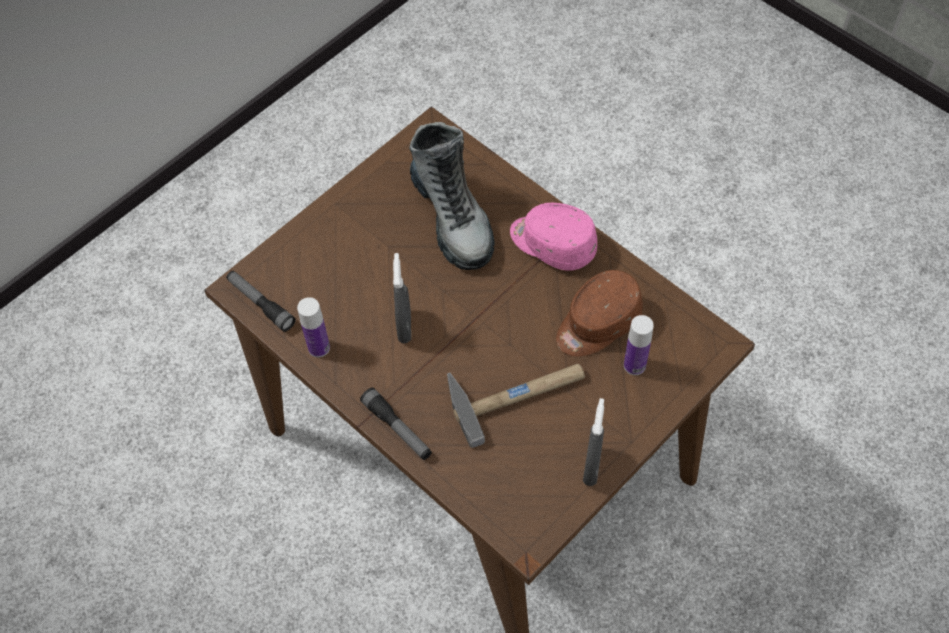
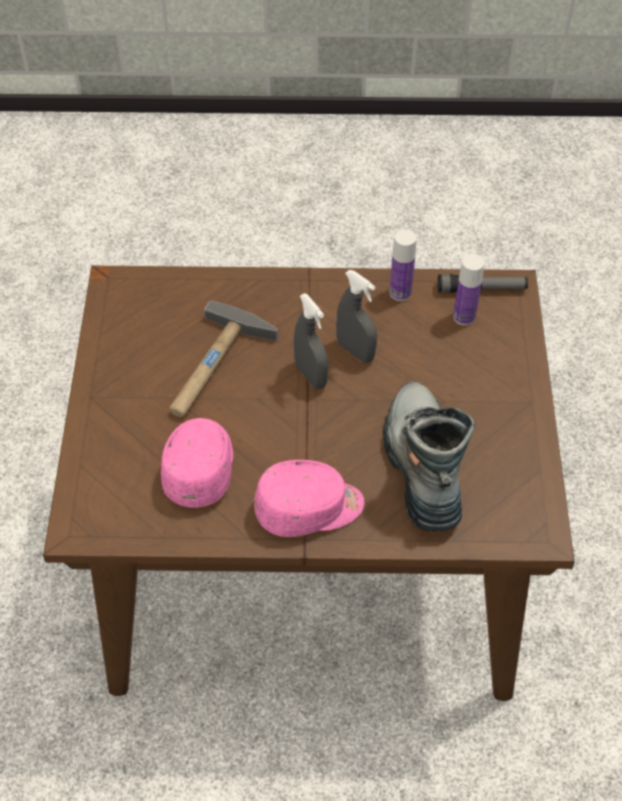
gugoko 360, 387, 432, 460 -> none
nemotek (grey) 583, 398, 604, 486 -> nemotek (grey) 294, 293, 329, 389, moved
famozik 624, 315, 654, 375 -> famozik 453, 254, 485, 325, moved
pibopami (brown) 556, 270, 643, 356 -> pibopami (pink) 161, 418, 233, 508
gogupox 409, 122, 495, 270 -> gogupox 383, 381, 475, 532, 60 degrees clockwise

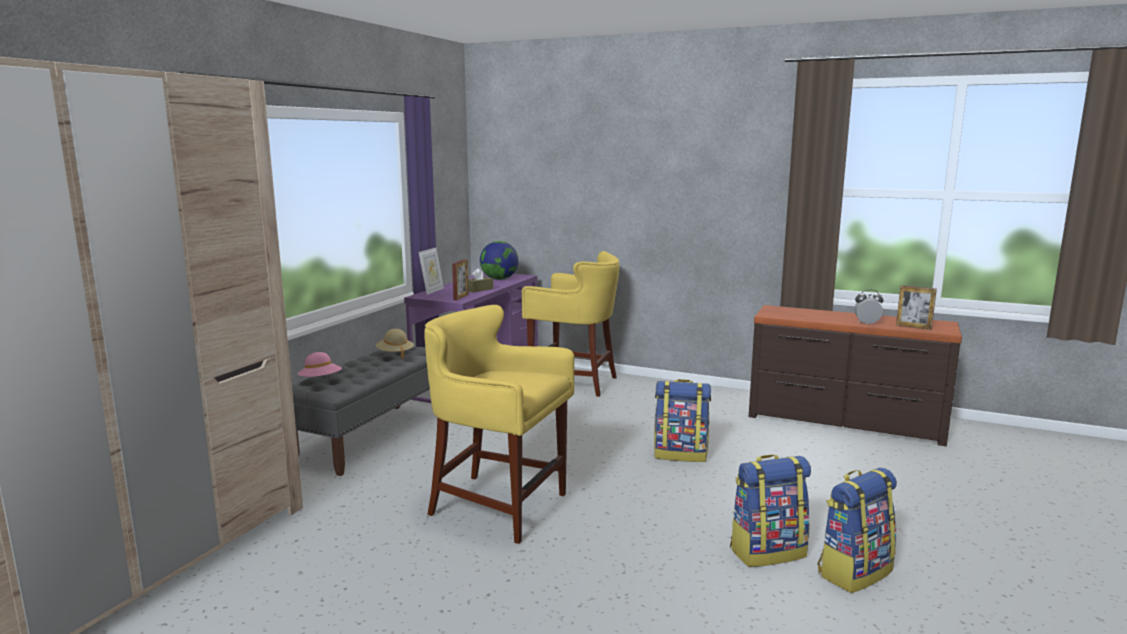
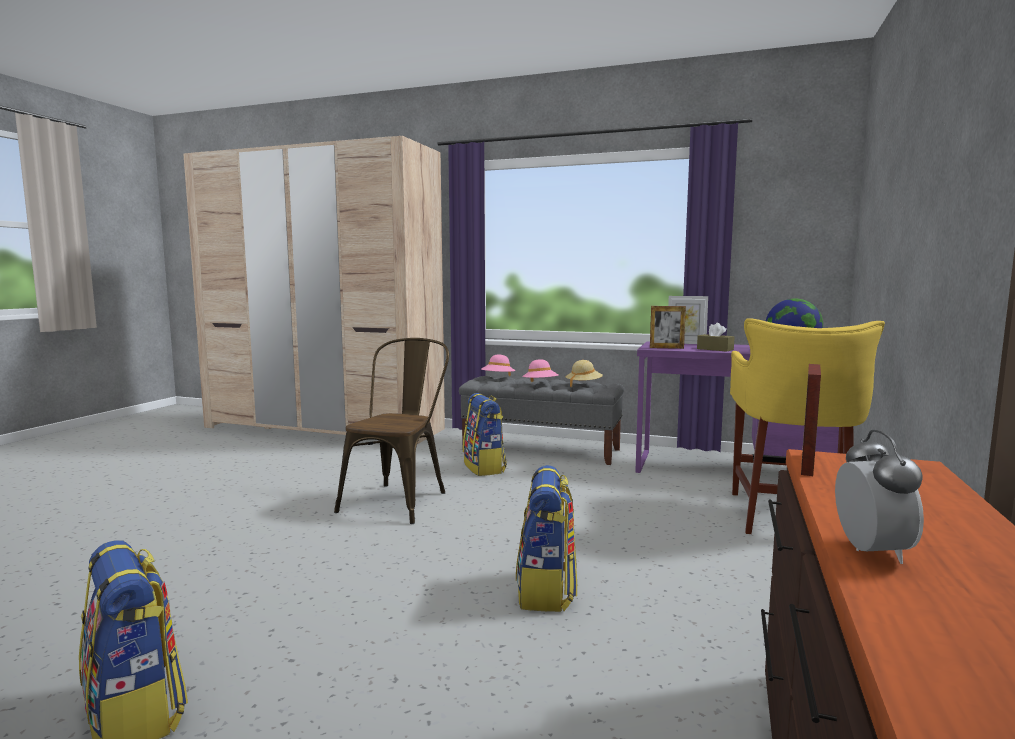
none -> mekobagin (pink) 522, 359, 559, 382
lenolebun 730, 455, 811, 567 -> lenolebun 463, 393, 507, 476, moved
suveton 896, 285, 937, 330 -> suveton 801, 364, 821, 476, moved
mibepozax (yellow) 424, 305, 574, 544 -> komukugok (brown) 334, 338, 449, 524

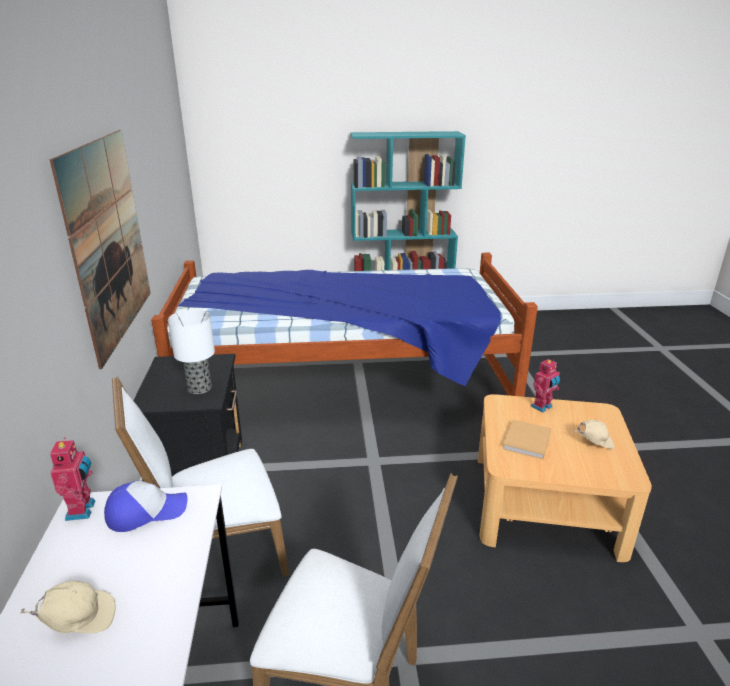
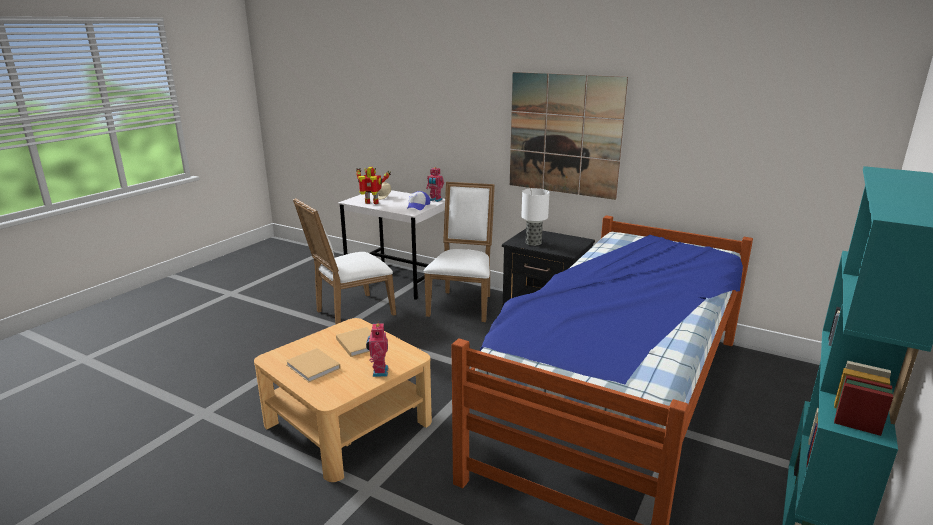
none -> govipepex 356, 167, 391, 204
pibopami (beige) 574, 420, 614, 449 -> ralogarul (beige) 286, 348, 341, 382

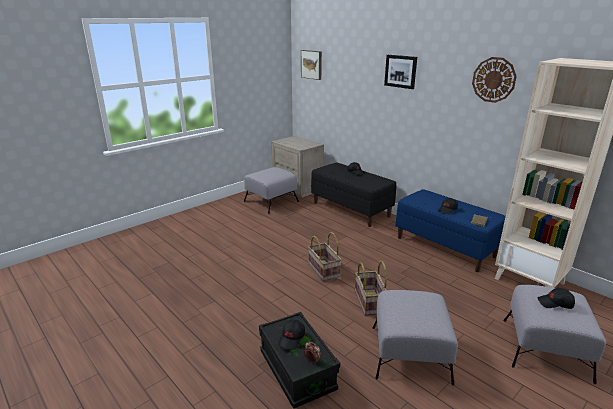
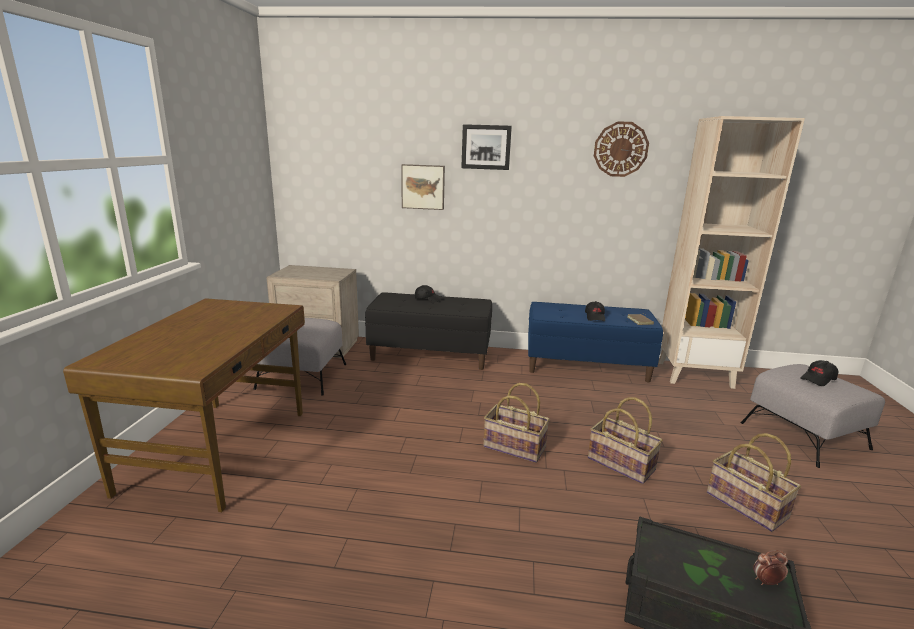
pibopami (black) 278, 320, 305, 350 -> none
none -> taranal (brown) 63, 298, 305, 512
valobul 301, 50, 322, 80 -> valobul 401, 164, 445, 210, moved
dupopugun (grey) 373, 290, 458, 386 -> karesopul 707, 433, 801, 532

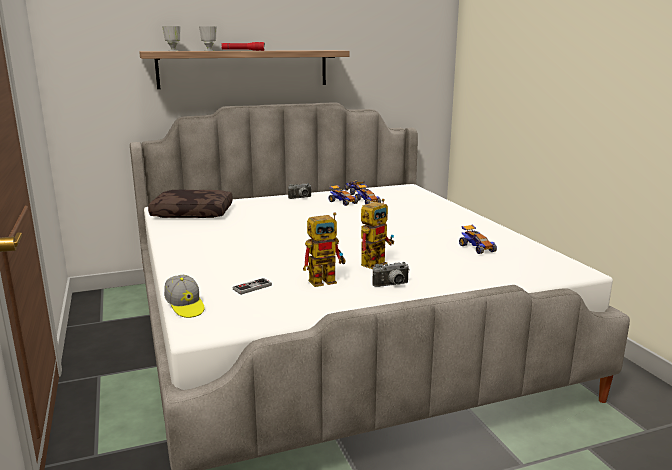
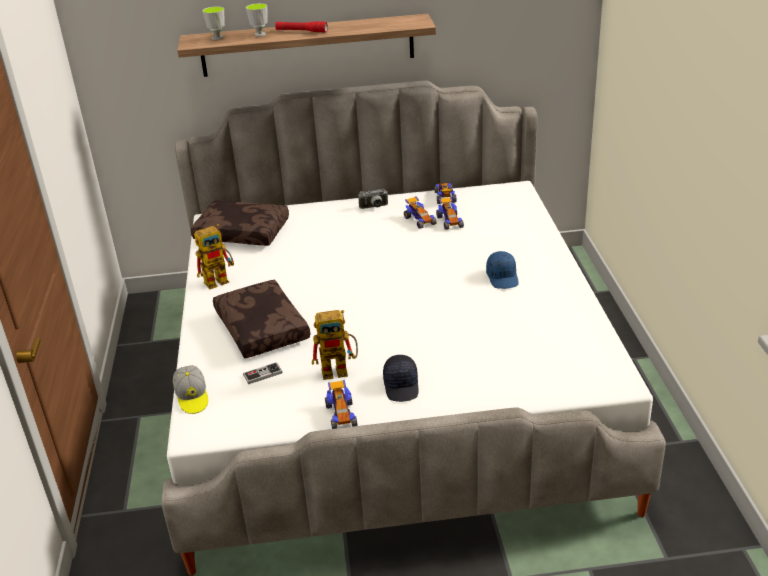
none -> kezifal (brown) 213, 280, 310, 358
none -> pibopami (blue) 486, 251, 519, 289
govipepex 361, 199, 395, 269 -> govipepex 194, 224, 234, 289, moved
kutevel 459, 225, 497, 254 -> kutevel 325, 380, 357, 429, moved
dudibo 373, 262, 410, 287 -> pibopami (black) 383, 355, 419, 402

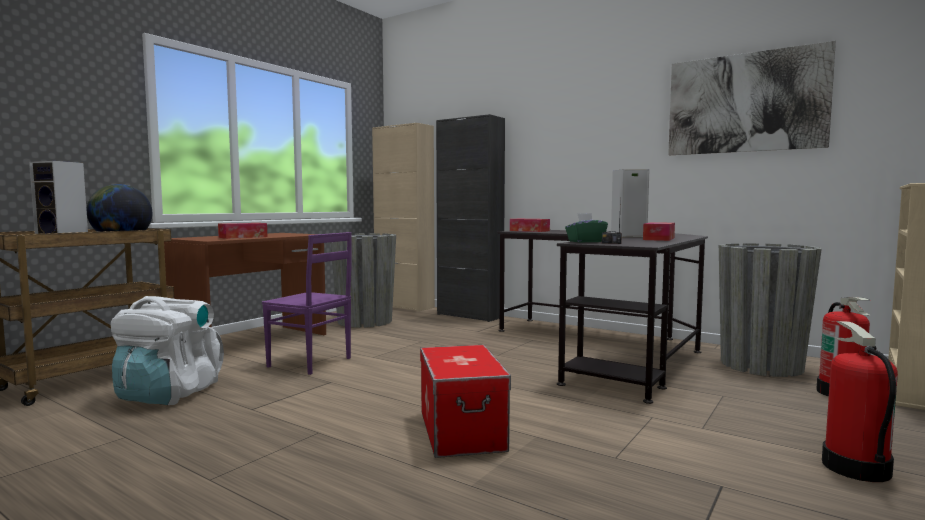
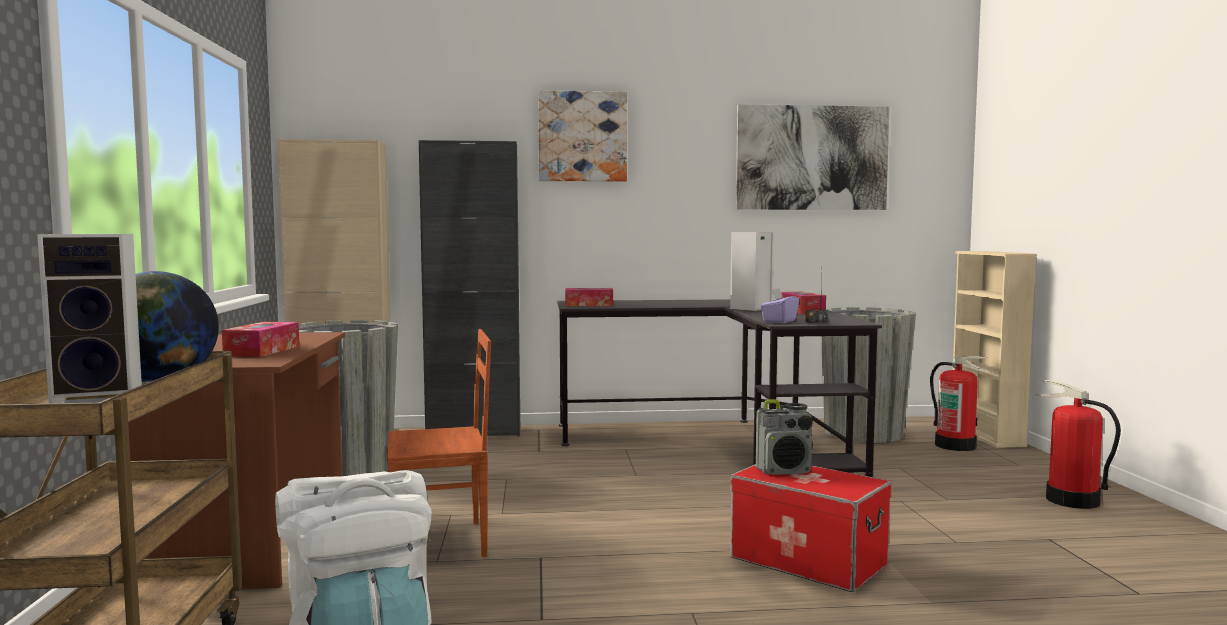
none -> valobul 538, 90, 627, 182
none -> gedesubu 756, 399, 813, 475
komukugok (purple) 262, 232, 351, 375 -> komukugok (brown) 387, 329, 491, 557
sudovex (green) 565, 213, 608, 243 -> sudovex (purple) 760, 288, 799, 323

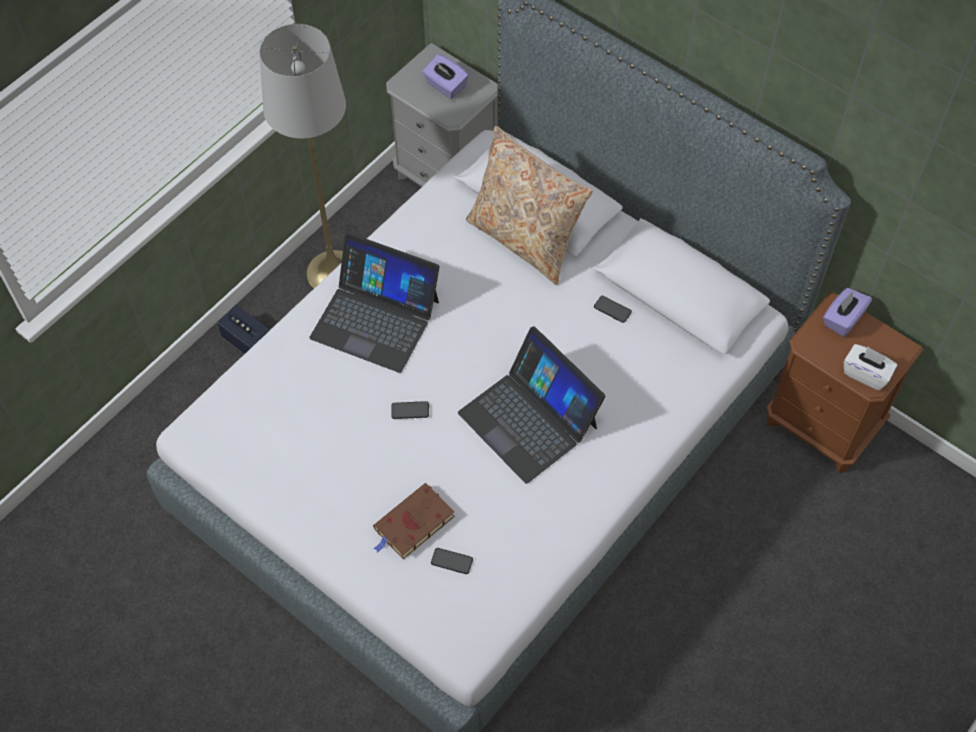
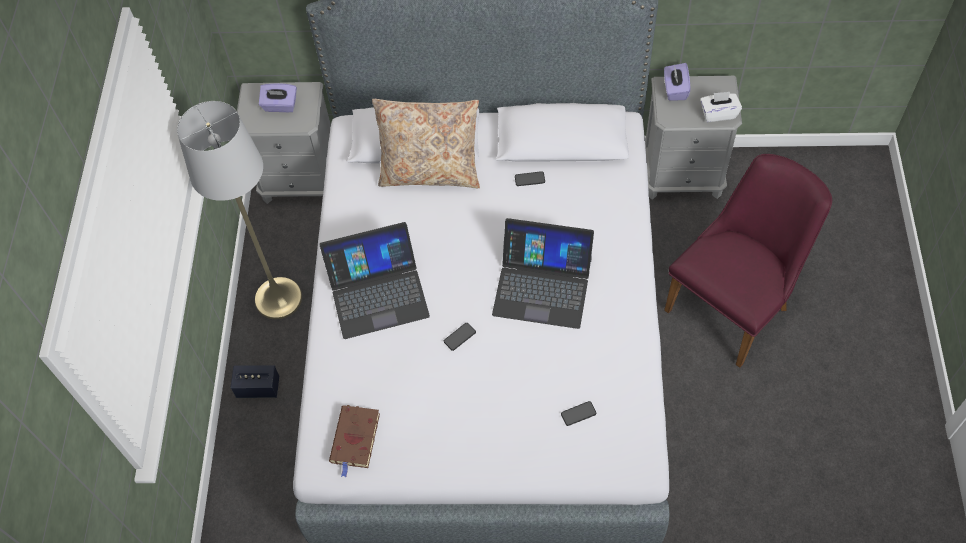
none -> komukugok (purple) 664, 154, 832, 368
ralogarul (brown) 373, 483, 455, 559 -> ralogarul (brown) 329, 405, 380, 477, moved
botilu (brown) 766, 292, 923, 473 -> botilu (grey) 645, 76, 742, 200

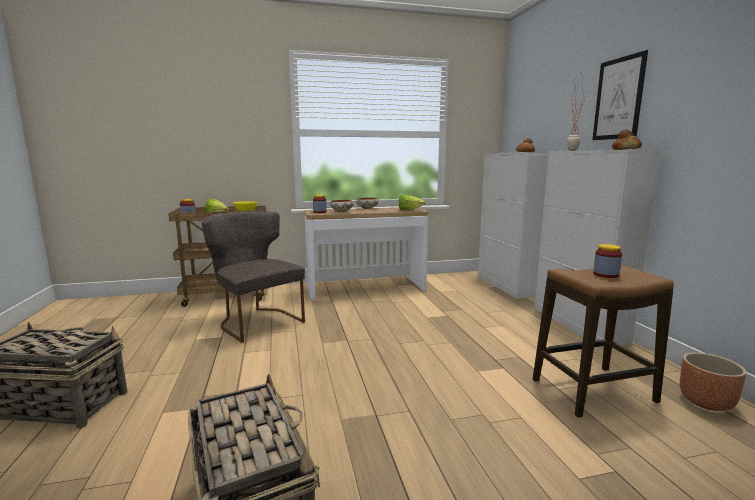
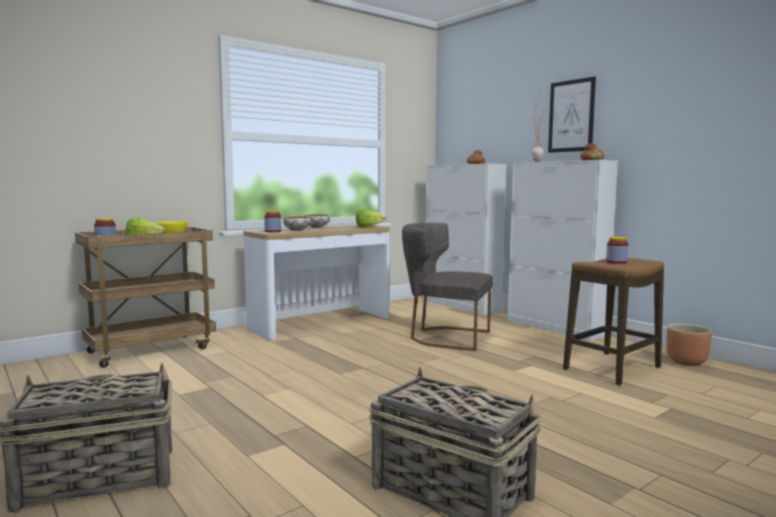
komukugok (grey) 202, 211, 305, 343 -> komukugok (grey) 402, 223, 493, 351, moved

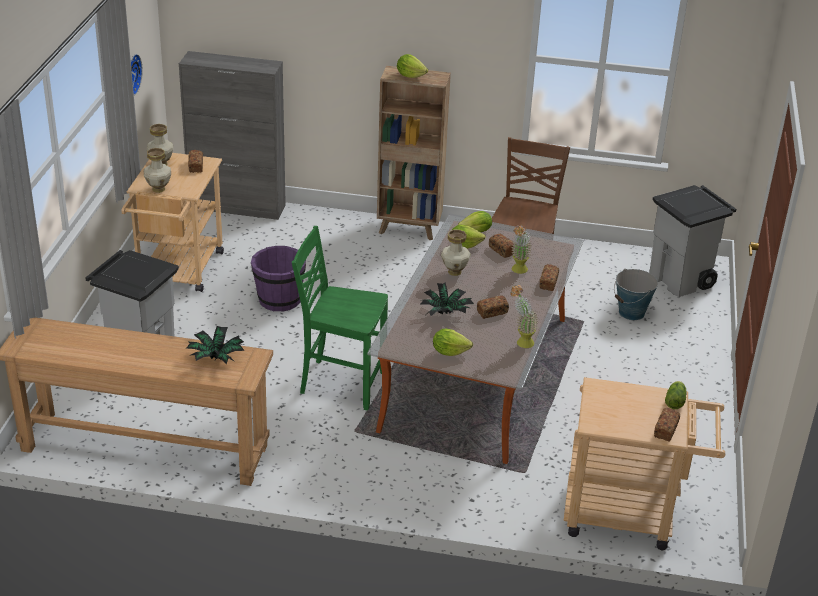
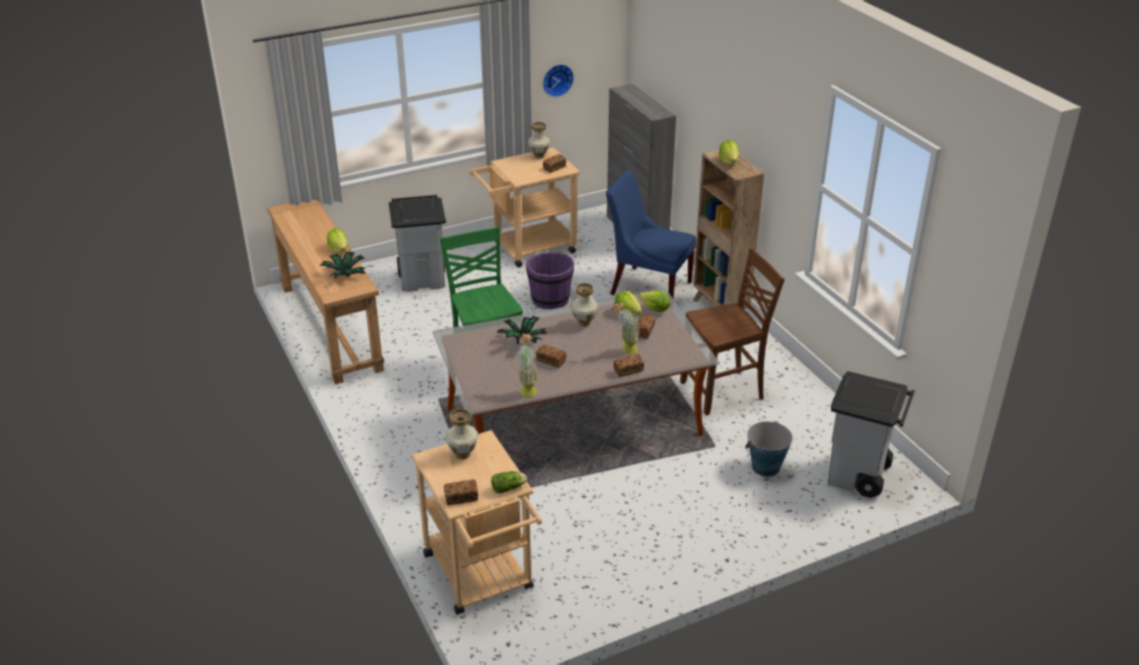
none -> komukugok (blue) 606, 170, 696, 298
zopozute 144, 148, 171, 193 -> zopozute 445, 409, 479, 460, moved
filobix 433, 329, 473, 356 -> filobix 327, 228, 347, 252, moved

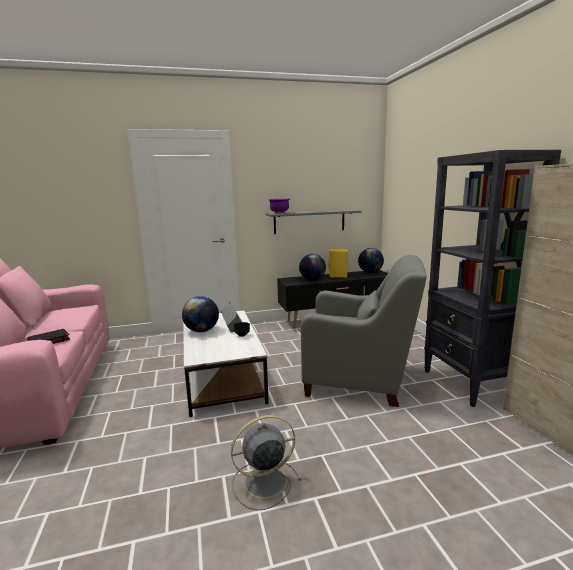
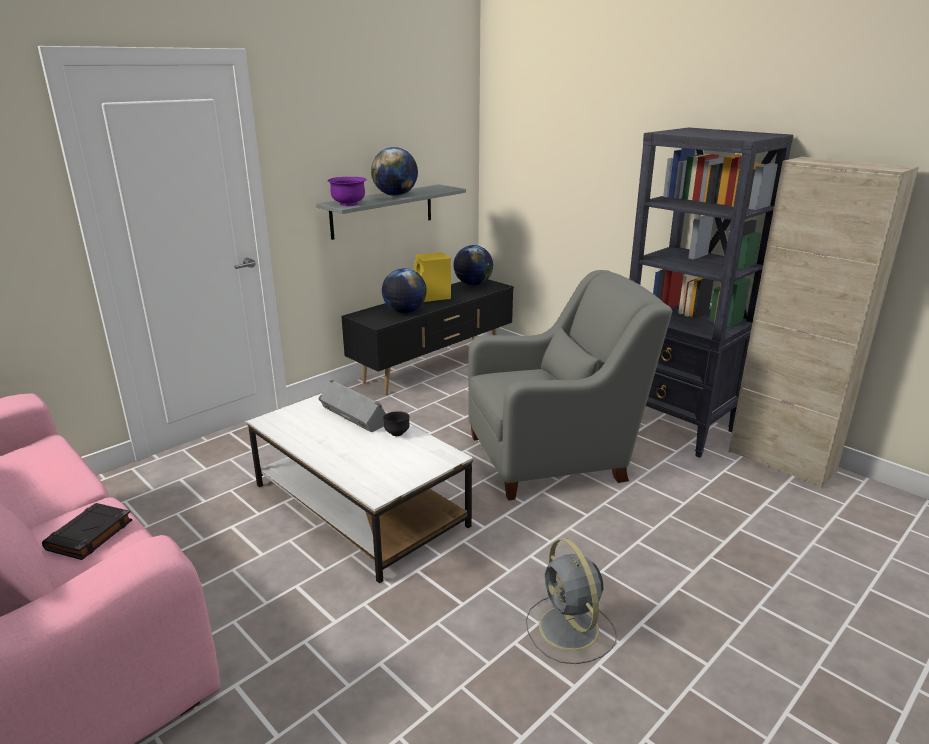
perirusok 182, 296, 219, 332 -> perirusok 371, 147, 418, 196, moved
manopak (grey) 231, 415, 301, 510 -> manopak (grey) 526, 538, 617, 664, 60 degrees counterclockwise

